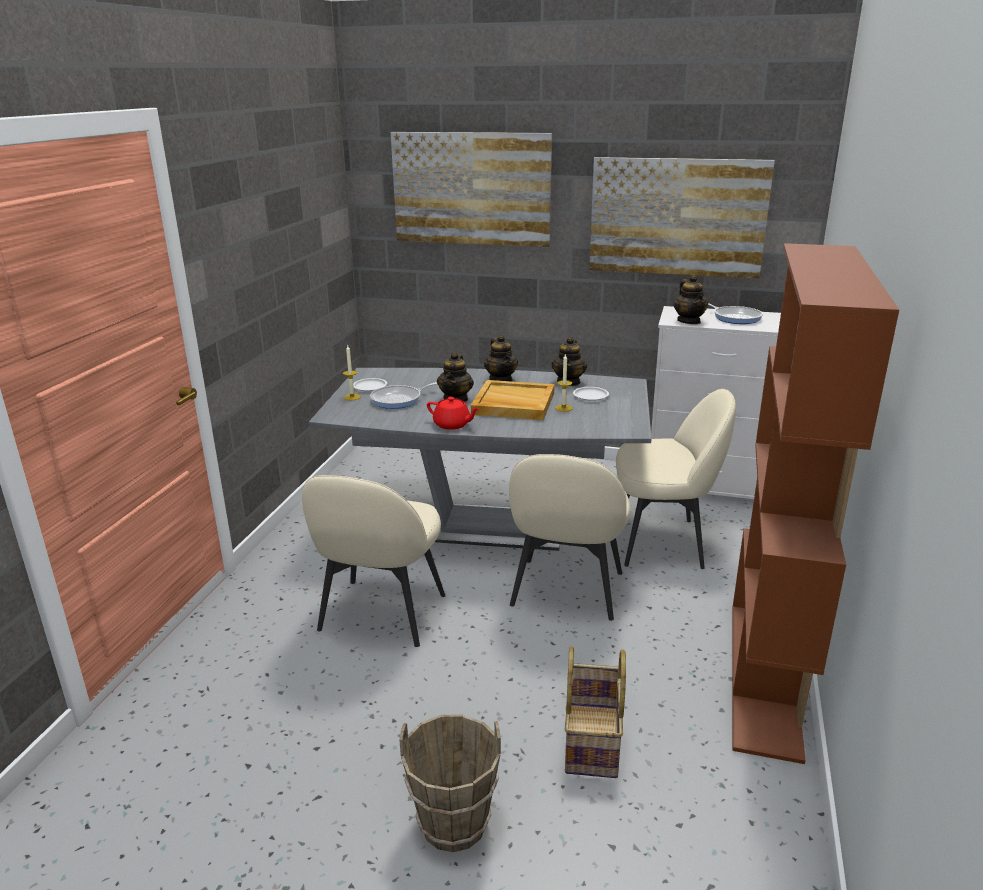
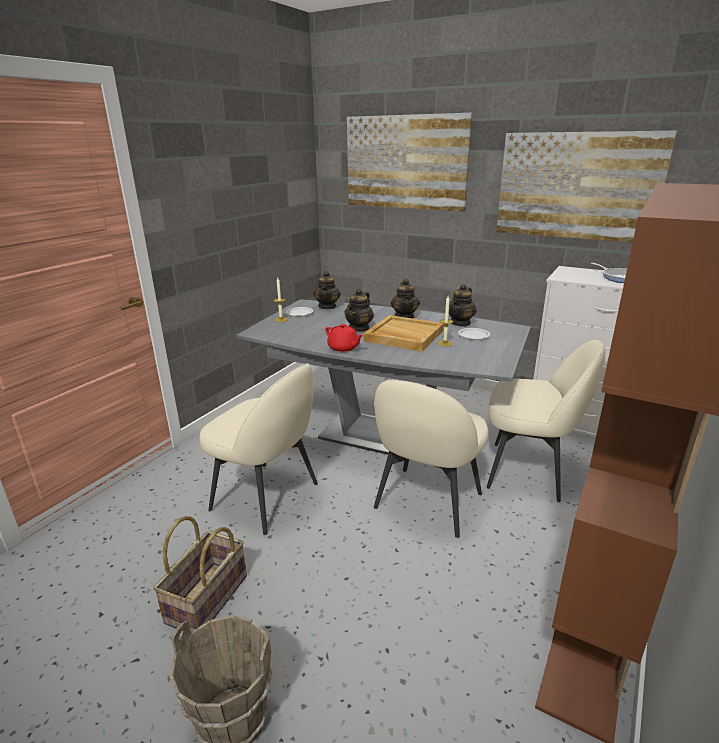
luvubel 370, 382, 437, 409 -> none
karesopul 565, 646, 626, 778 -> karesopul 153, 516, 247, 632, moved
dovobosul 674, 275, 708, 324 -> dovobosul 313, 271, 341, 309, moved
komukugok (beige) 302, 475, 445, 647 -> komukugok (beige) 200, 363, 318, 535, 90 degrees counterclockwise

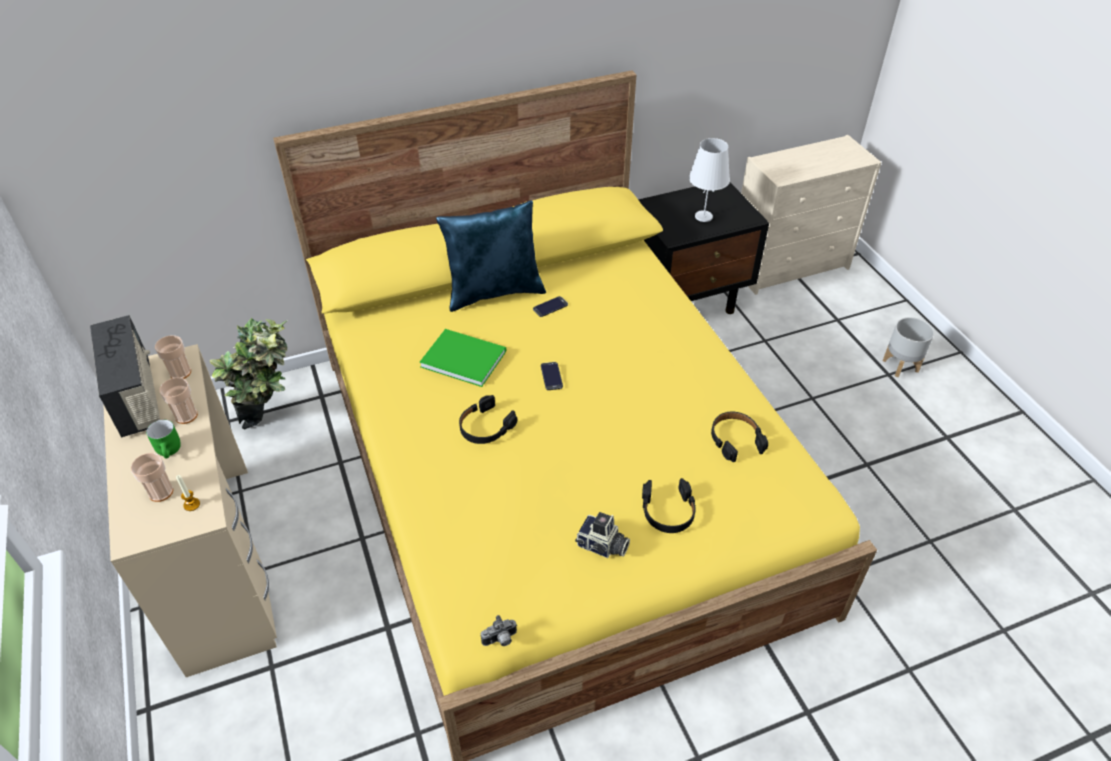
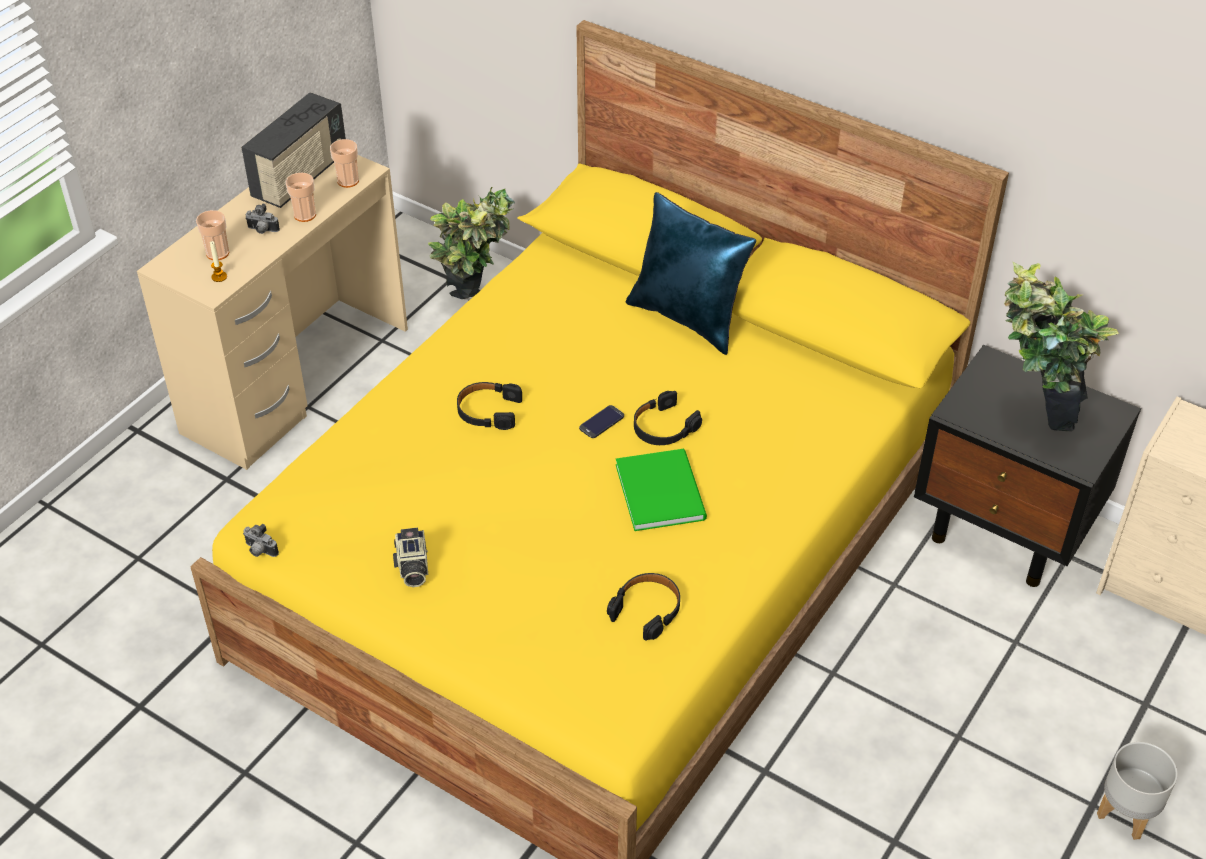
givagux 533, 296, 568, 317 -> none
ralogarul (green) 419, 329, 506, 387 -> ralogarul (green) 616, 449, 707, 531, moved
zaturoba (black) 642, 478, 696, 533 -> zaturoba (black) 634, 391, 702, 445, moved
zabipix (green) 146, 420, 181, 458 -> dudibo 245, 203, 280, 234
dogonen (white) 689, 138, 730, 222 -> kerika 1004, 262, 1119, 431

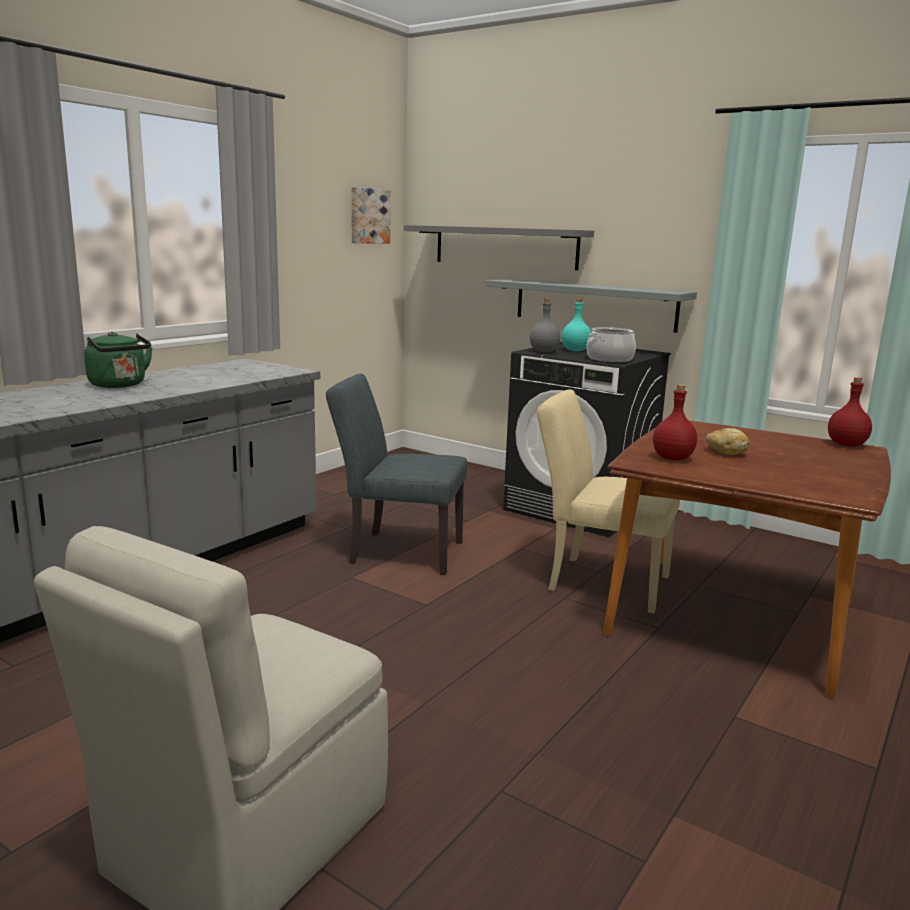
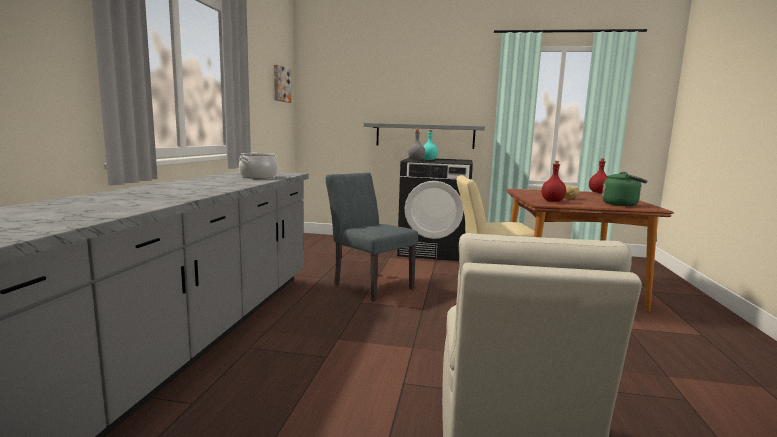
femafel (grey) 404, 225, 594, 270 -> none
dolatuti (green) 84, 332, 152, 388 -> dolatuti (green) 602, 172, 647, 206, moved
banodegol 586, 327, 636, 362 -> banodegol 239, 153, 278, 179, moved
komukugok (grey) 326, 374, 467, 575 -> komukugok (grey) 326, 173, 418, 302, 60 degrees clockwise

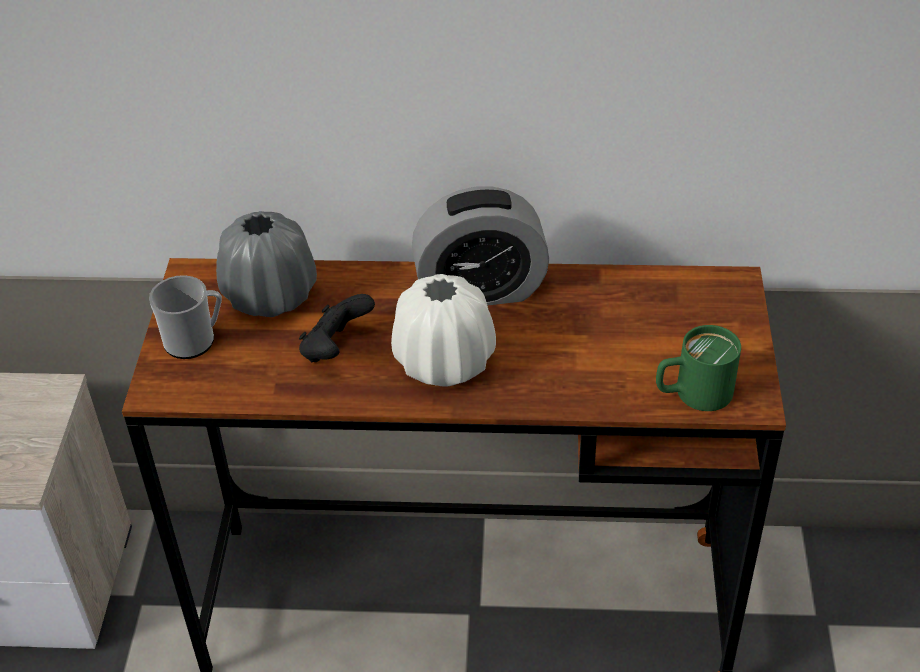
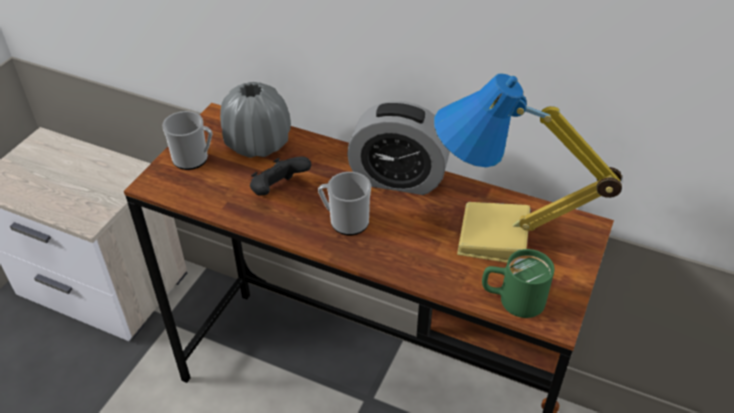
none -> dogonen 434, 73, 622, 263
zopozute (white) 391, 274, 496, 387 -> zabipix 318, 172, 371, 235

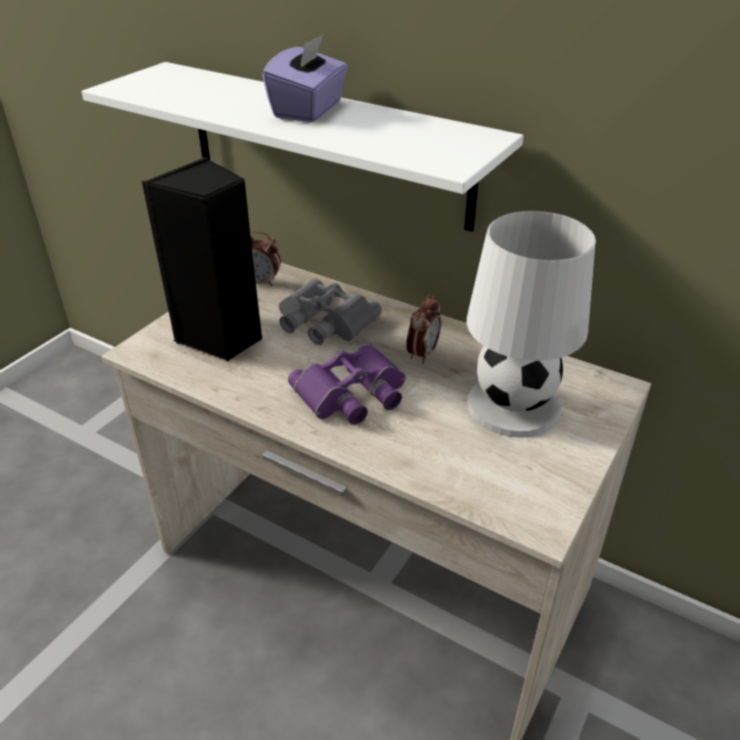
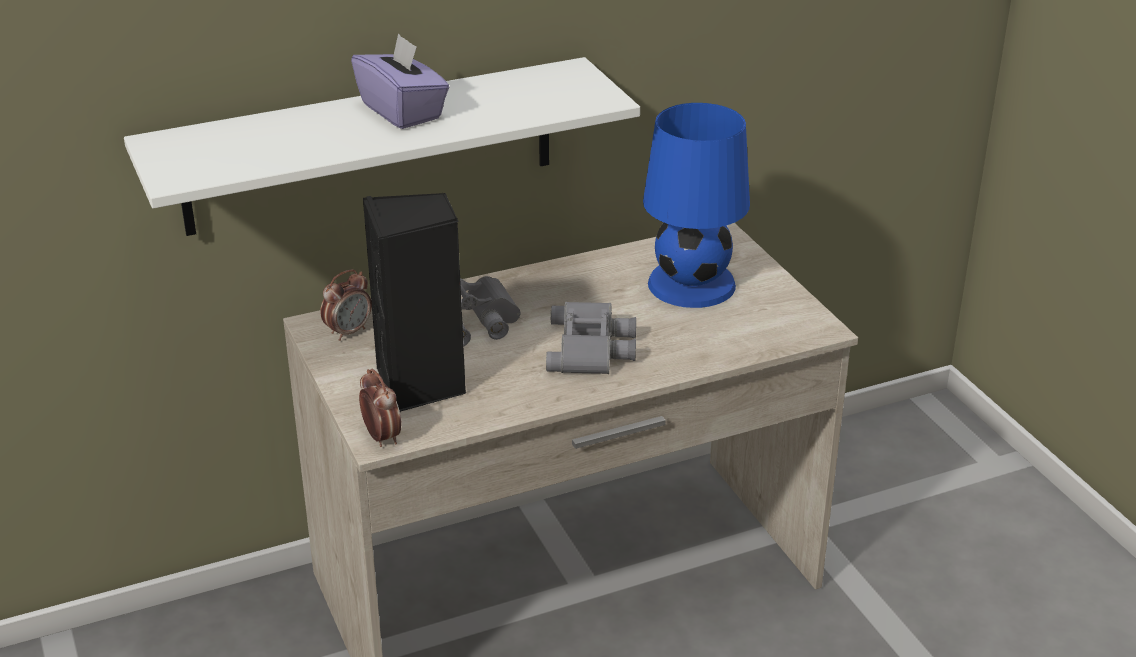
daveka 406, 295, 441, 364 -> daveka 359, 369, 401, 447, moved
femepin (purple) 288, 343, 406, 425 -> femepin (grey) 546, 302, 636, 374
dogonen (white) 467, 211, 596, 438 -> dogonen (blue) 643, 103, 750, 308

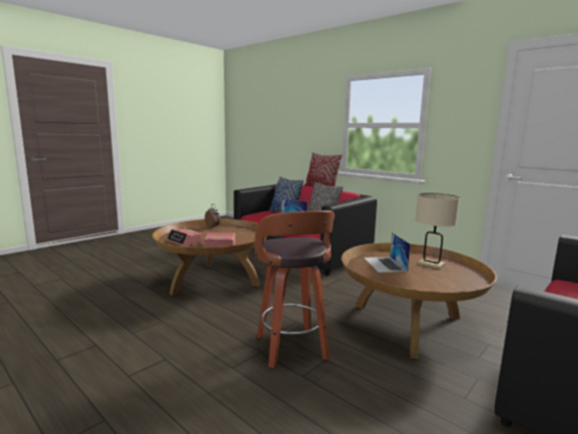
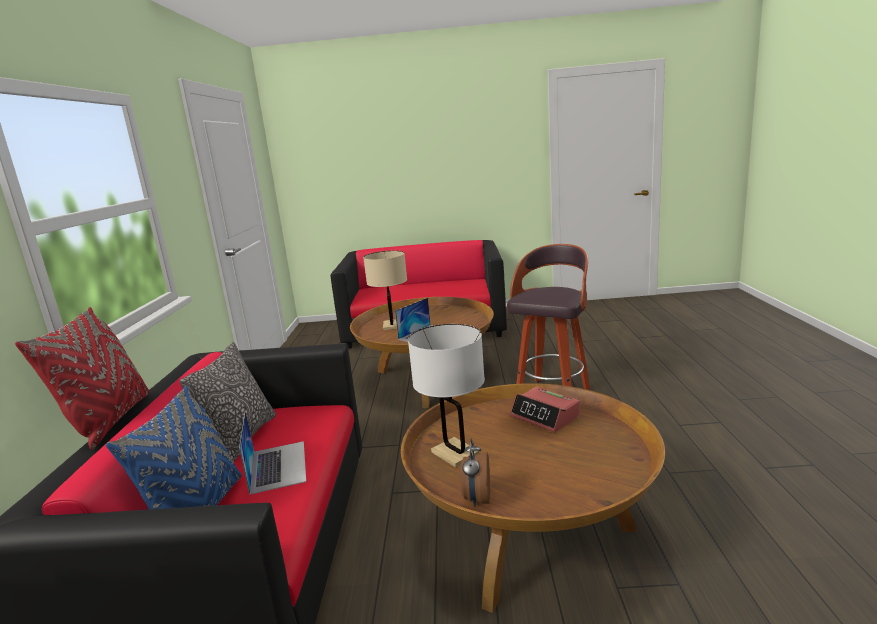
daveka 167, 229, 202, 246 -> none
none -> dogonen (white) 408, 324, 485, 468

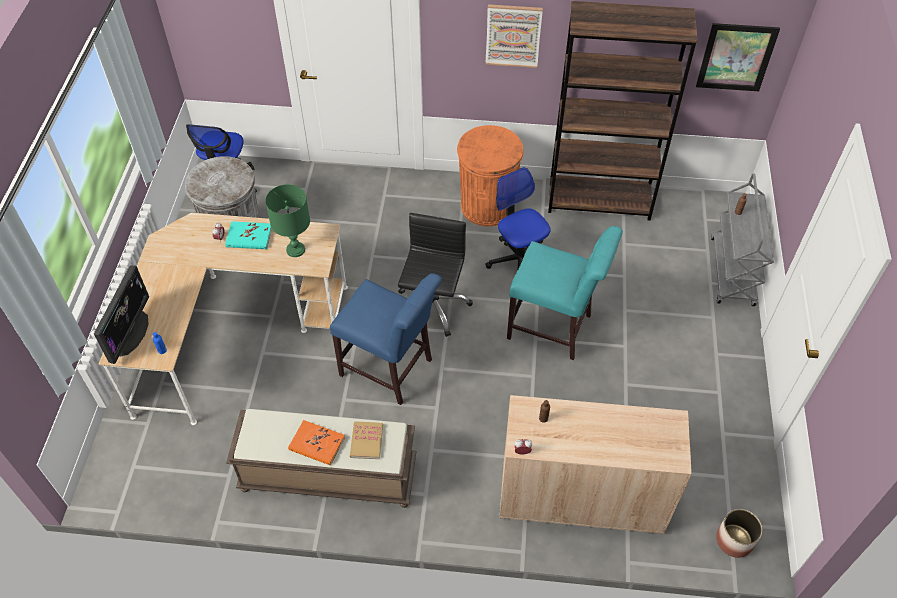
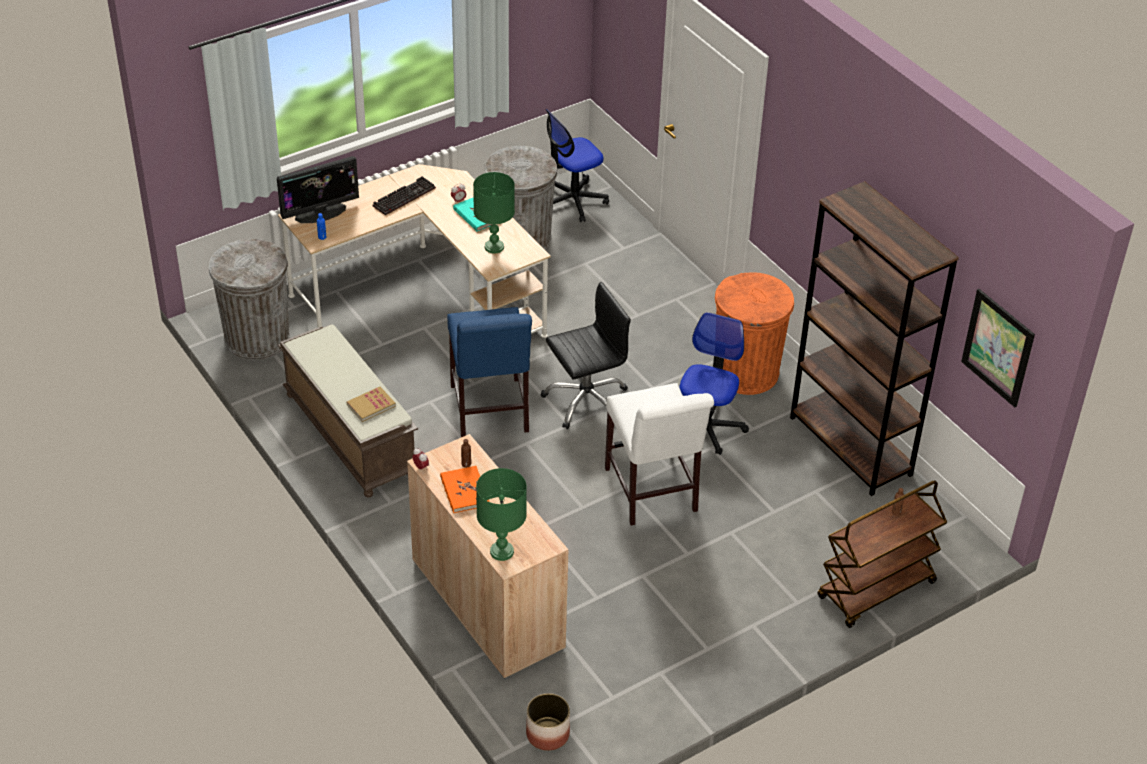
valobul 486, 4, 543, 68 -> none
none -> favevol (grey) 209, 239, 290, 360
none -> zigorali 373, 176, 436, 215
none -> dogonen (green) 476, 468, 526, 561
ralogarul (orange) 288, 420, 345, 466 -> ralogarul (orange) 440, 466, 490, 513, moved
komukugok (turquoise) 507, 226, 623, 360 -> komukugok (white) 605, 383, 714, 525
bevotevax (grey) 711, 173, 774, 306 -> bevotevax (brown) 817, 480, 947, 628

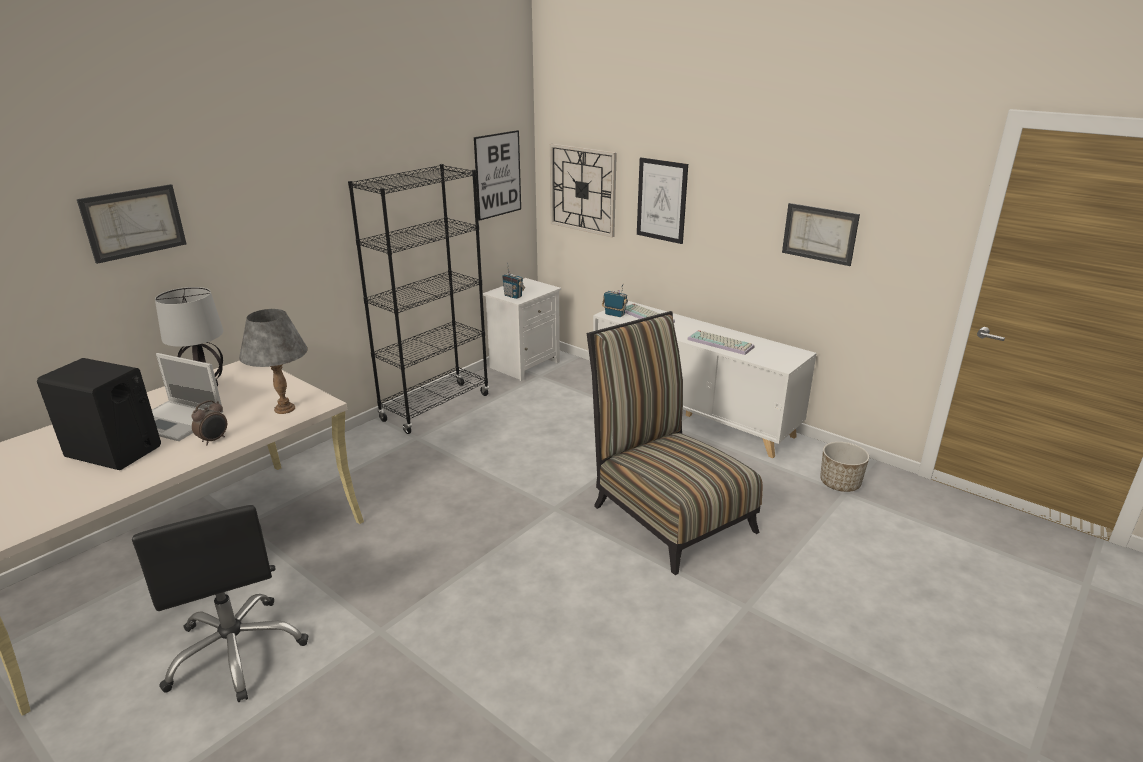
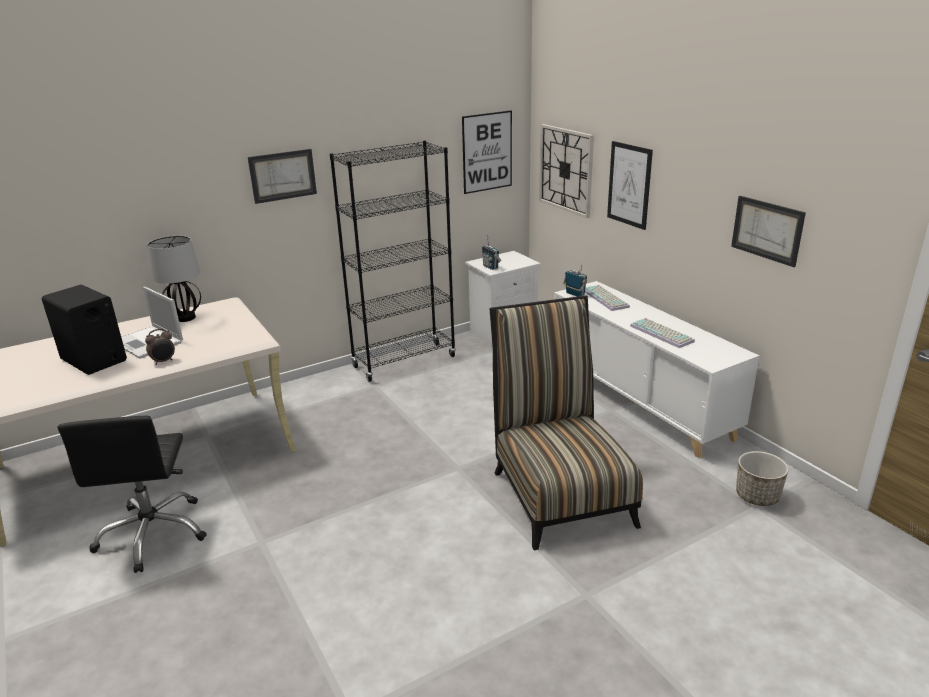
dogonen (grey) 239, 309, 308, 414 -> none
valobul 77, 184, 186, 264 -> valobul 248, 149, 317, 204, moved

